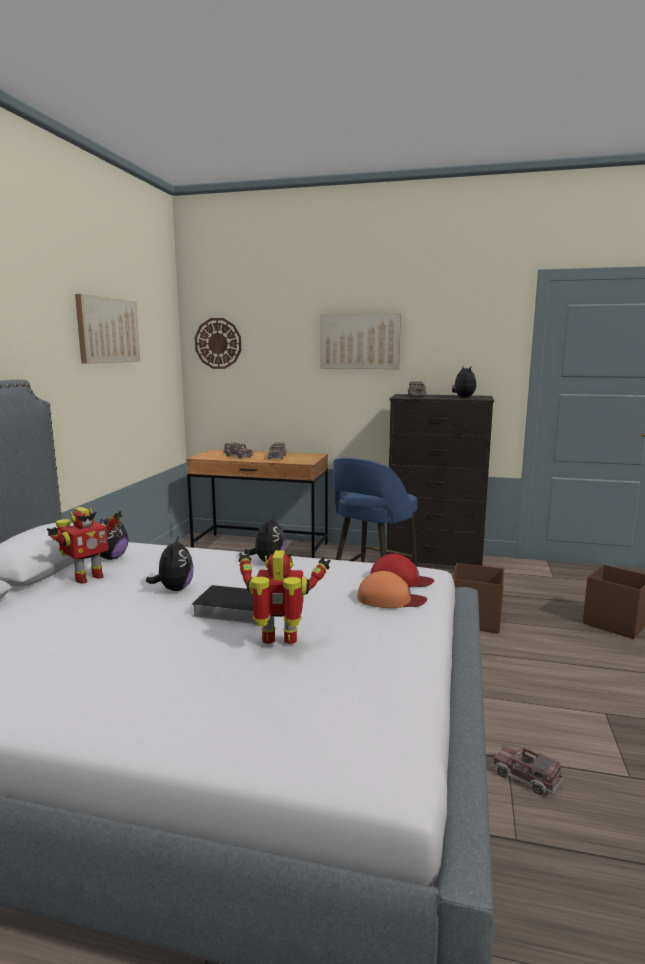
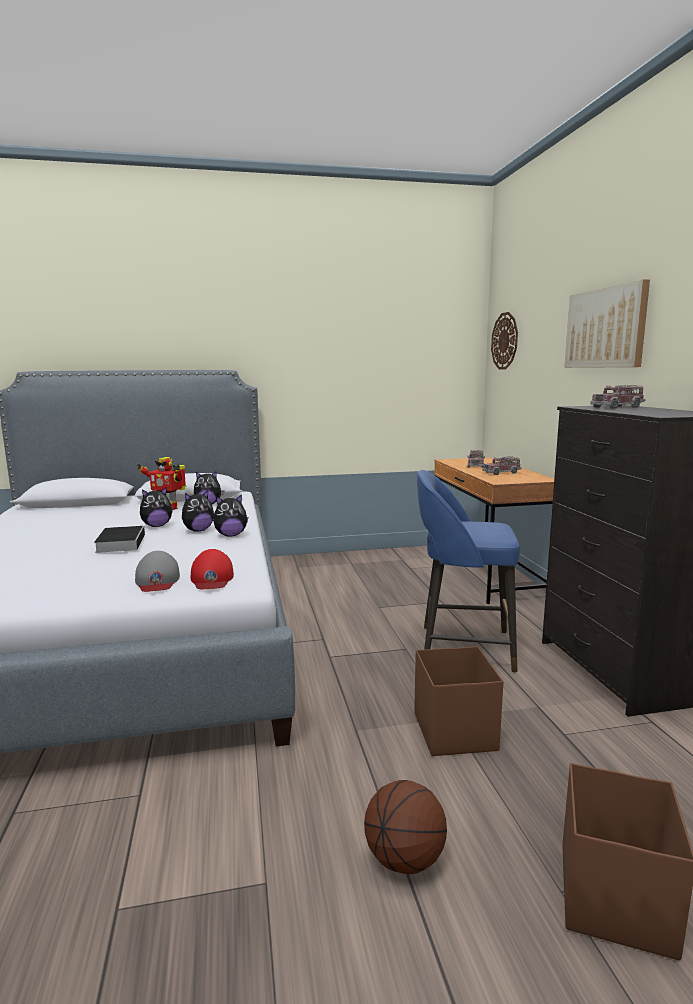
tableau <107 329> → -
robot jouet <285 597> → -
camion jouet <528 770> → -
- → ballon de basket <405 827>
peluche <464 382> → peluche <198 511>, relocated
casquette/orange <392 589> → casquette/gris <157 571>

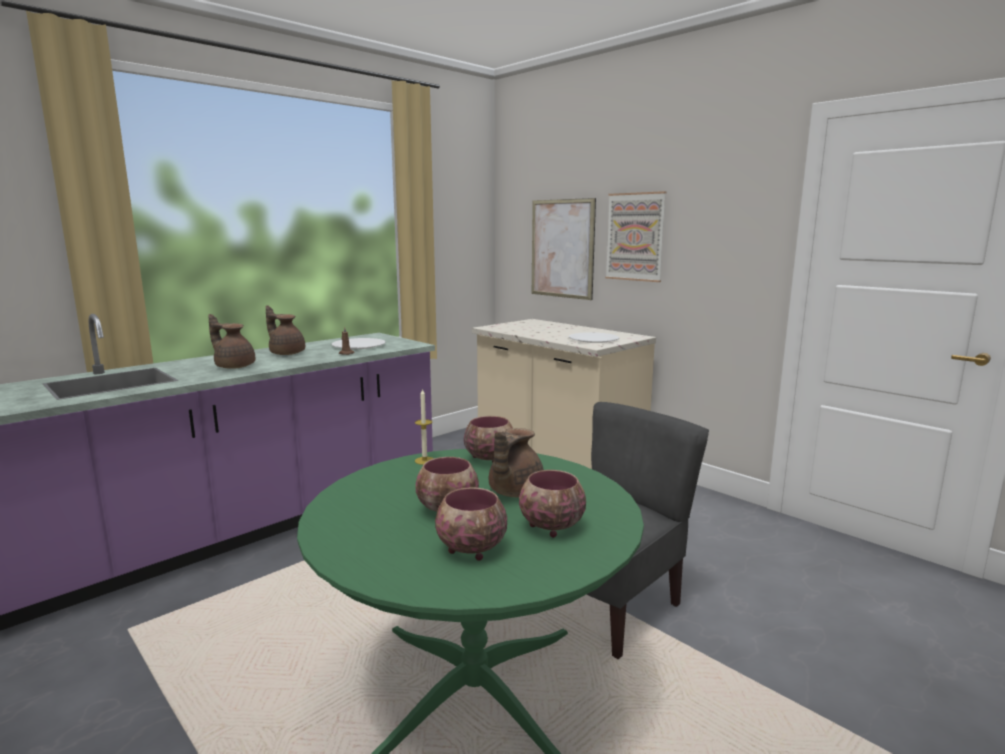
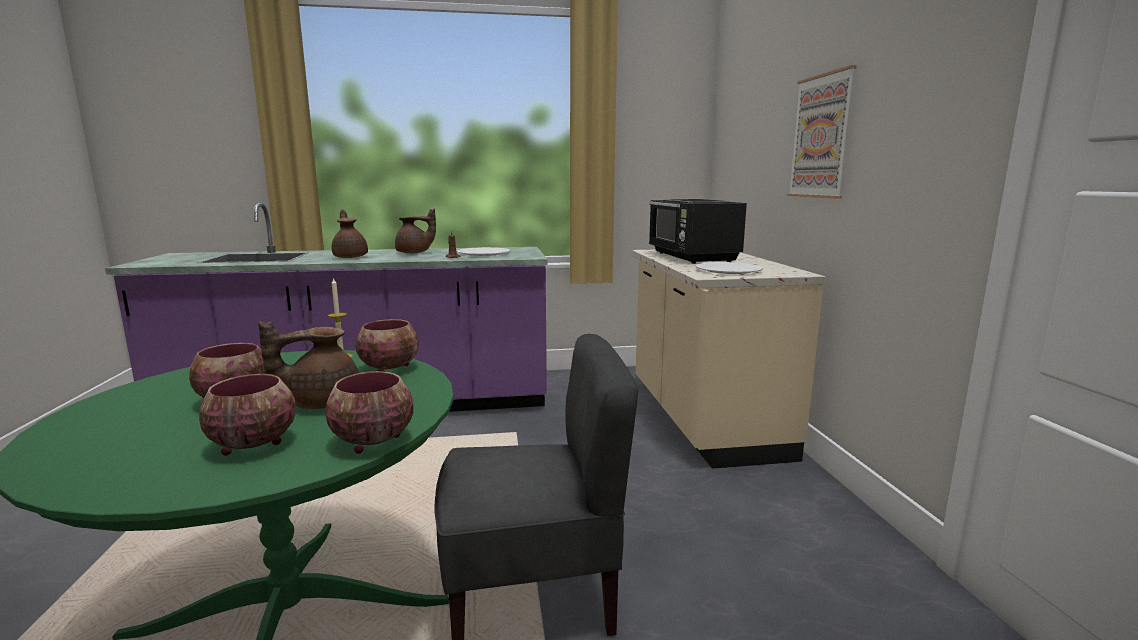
tableau <564 249> → -
- → micro-ondes/noir <698 231>
bol <471 524> → bol <369 412>, relocated
théière/marron <285 330> → théière/marron <415 231>, 105 degrees clockwise

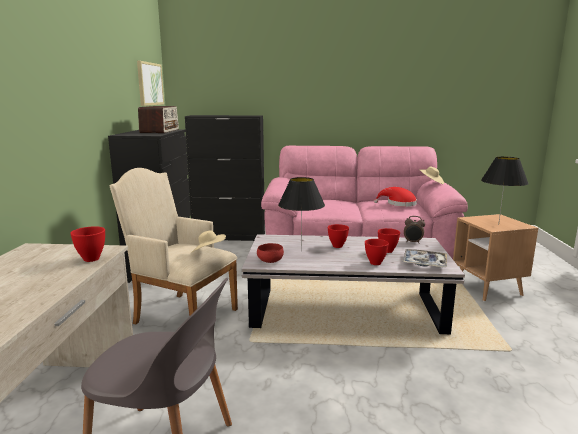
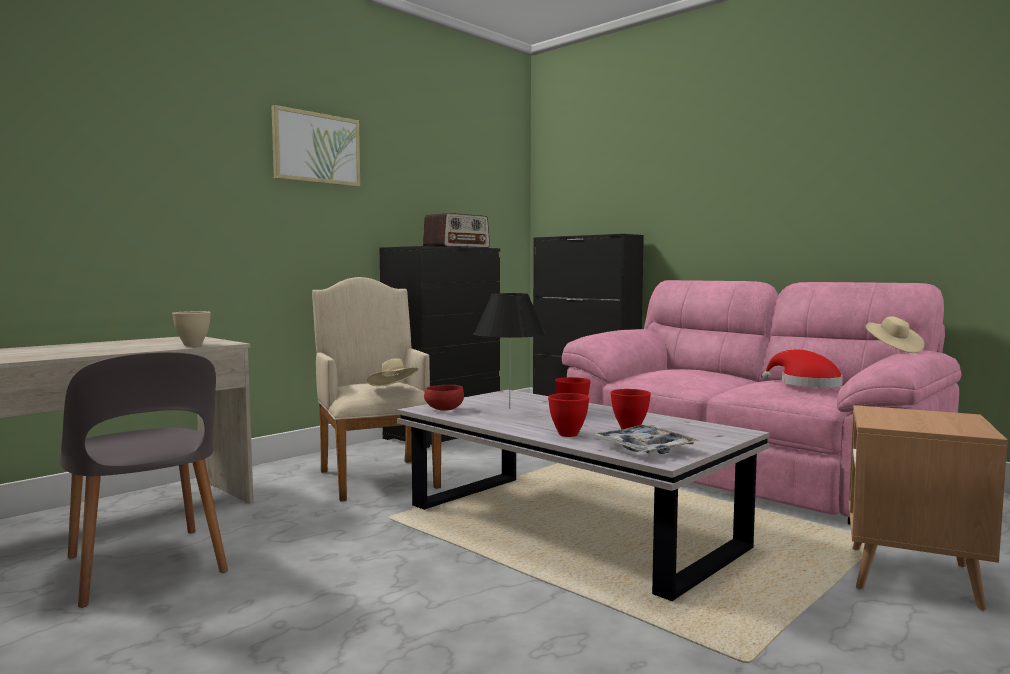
réveil <414 230> → -
lampe de table/noir <505 190> → -
tableau <150 83> → tableau <316 146>, relocated
bol/rouge <87 244> → bol/beige <191 328>

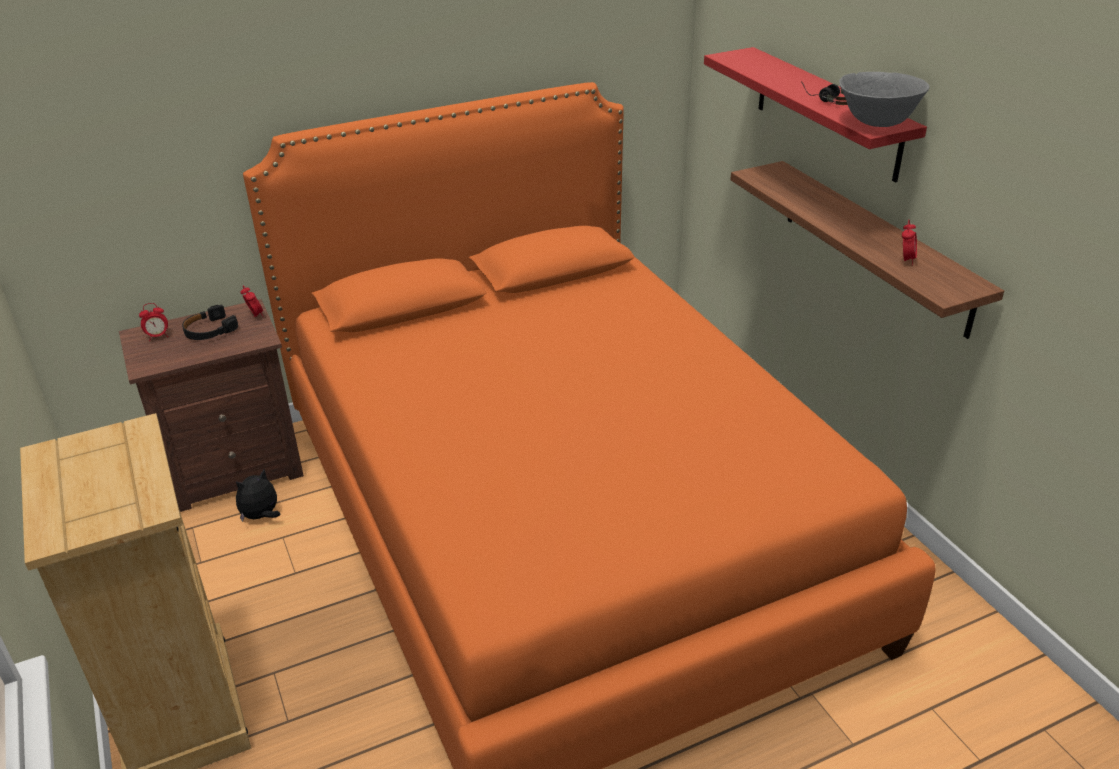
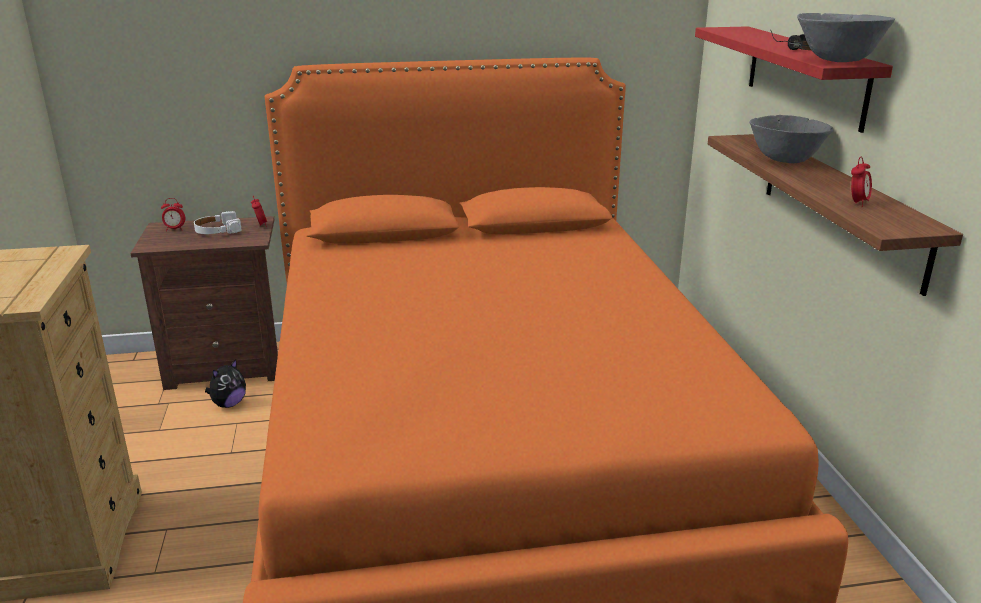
- → bol/gris <791 139>
casque audio/noir <210 322> → casque audio/blanc <217 222>
peluche <258 495> → peluche <225 383>, 150 degrees clockwise

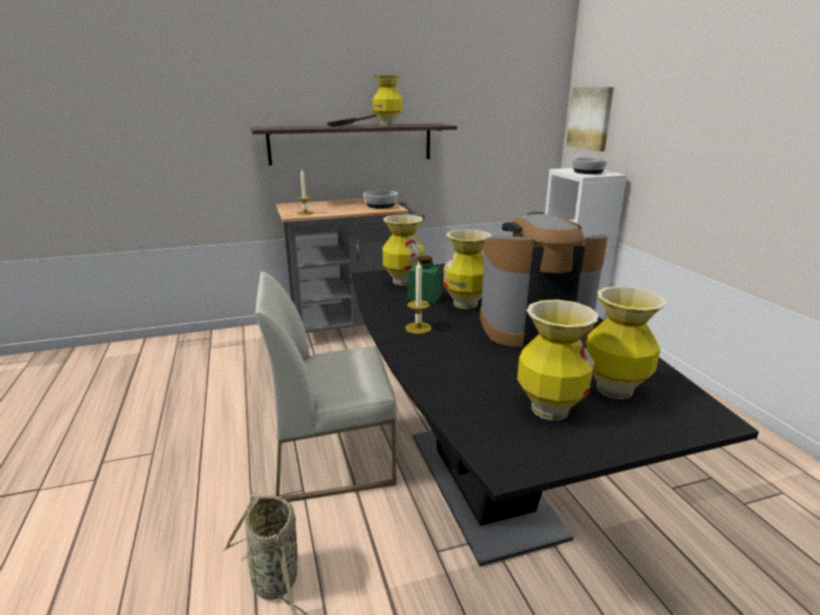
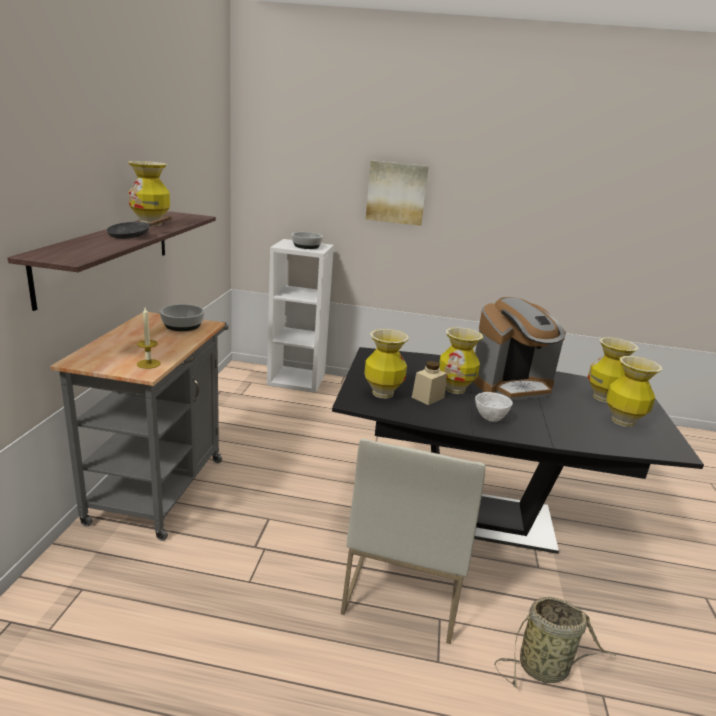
tableau <590 119> → tableau <397 193>, relocated
bougie <418 298> → bol/blanc <494 407>
bocal/vert <424 279> → bocal/beige <429 383>
machine à café <544 280> → machine à café <519 349>, 135 degrees counterclockwise

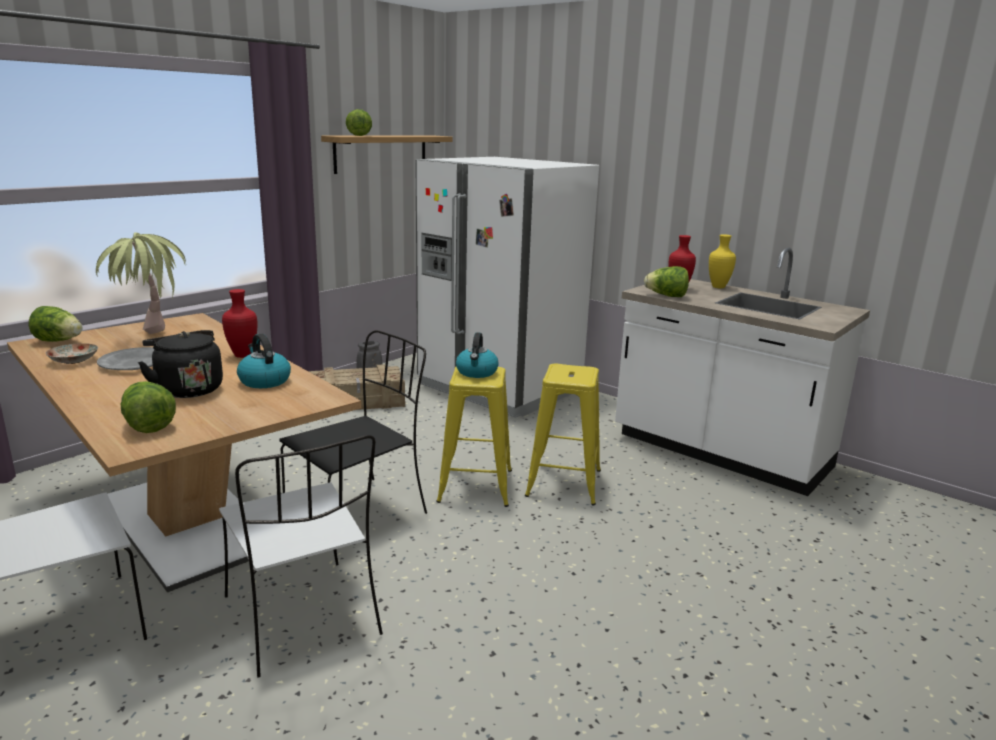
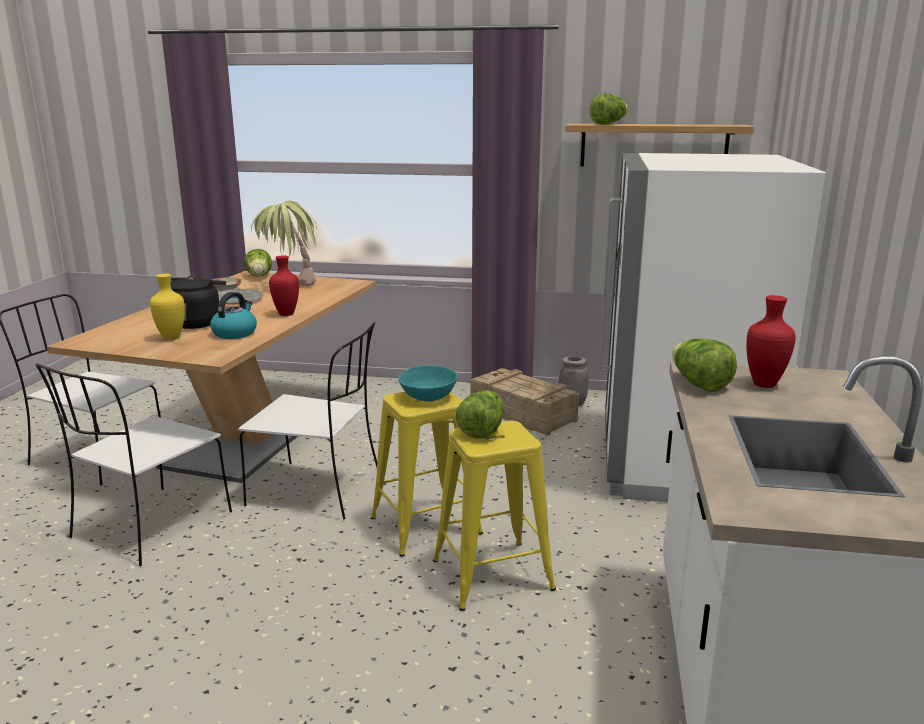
laitue <148 407> → laitue <480 414>, relocated
vase/jaune <722 261> → vase/jaune <167 307>, relocated
bouilloire <477 355> → bol/turquoise <427 383>
chaise/noir <353 441> → chaise/blanc <307 420>

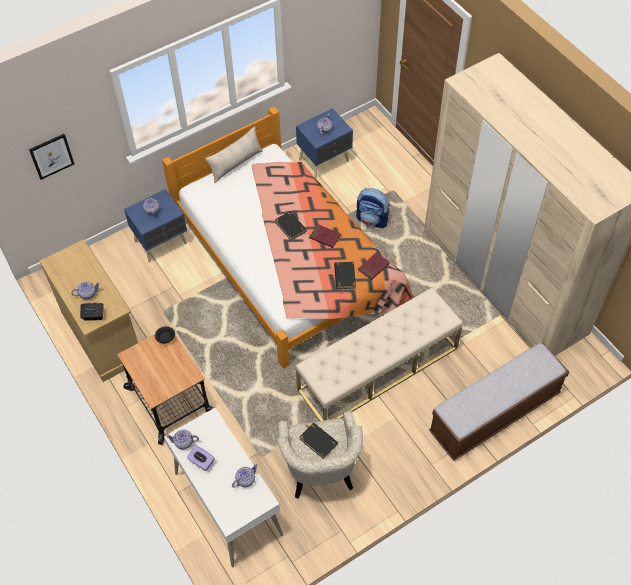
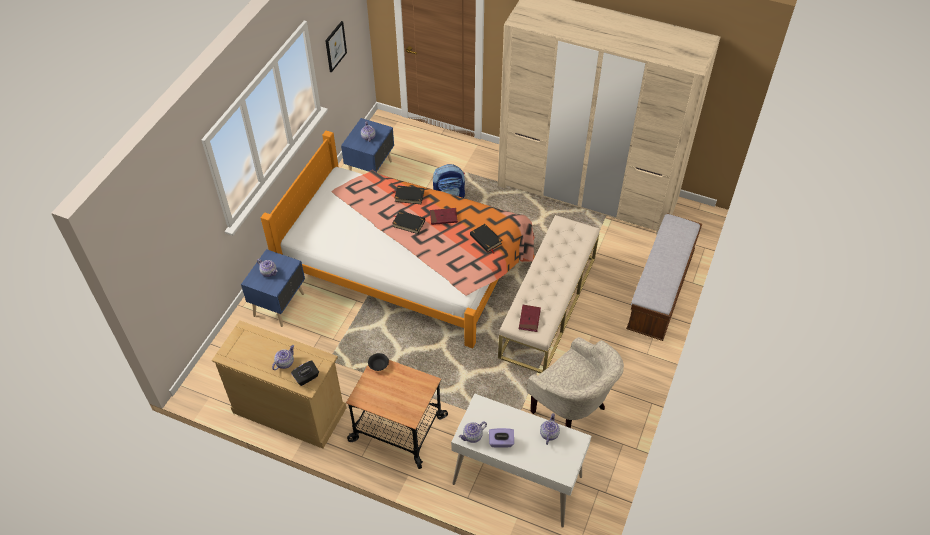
coussin/beige <234 155> → -
tableau <51 157> → tableau <336 46>, relocated
livre/noir <319 440> → livre/noir <408 195>, relocated
livre/rouge <374 266> → livre/rouge <530 318>, relocated

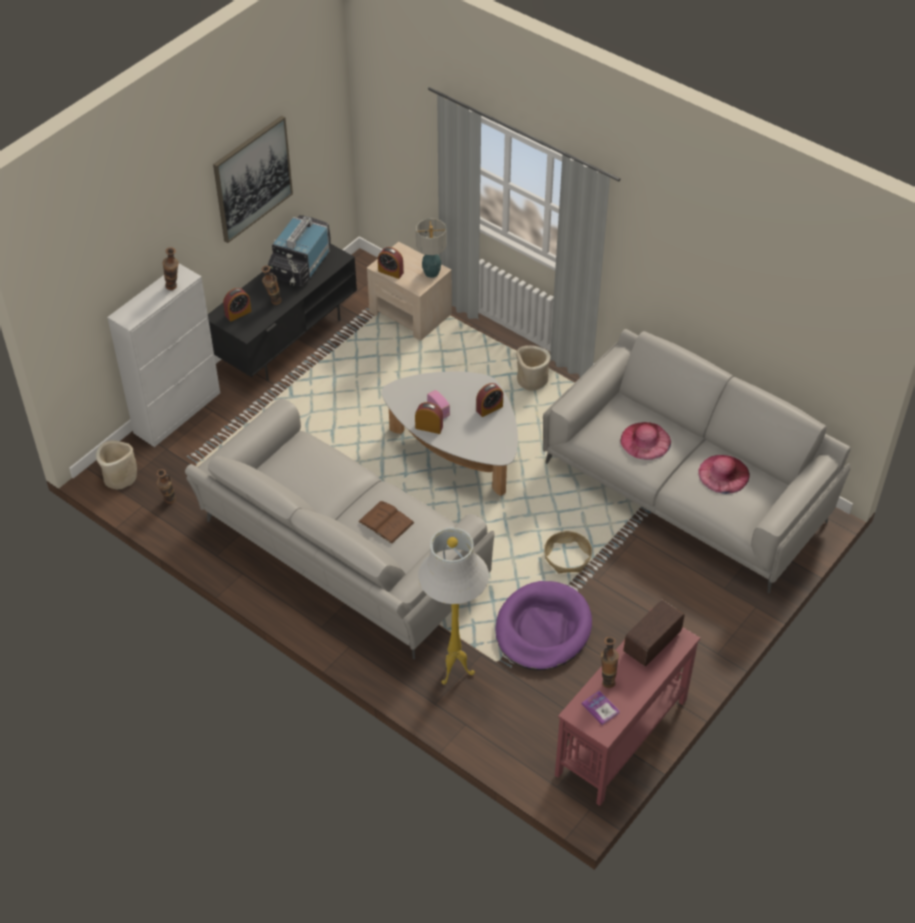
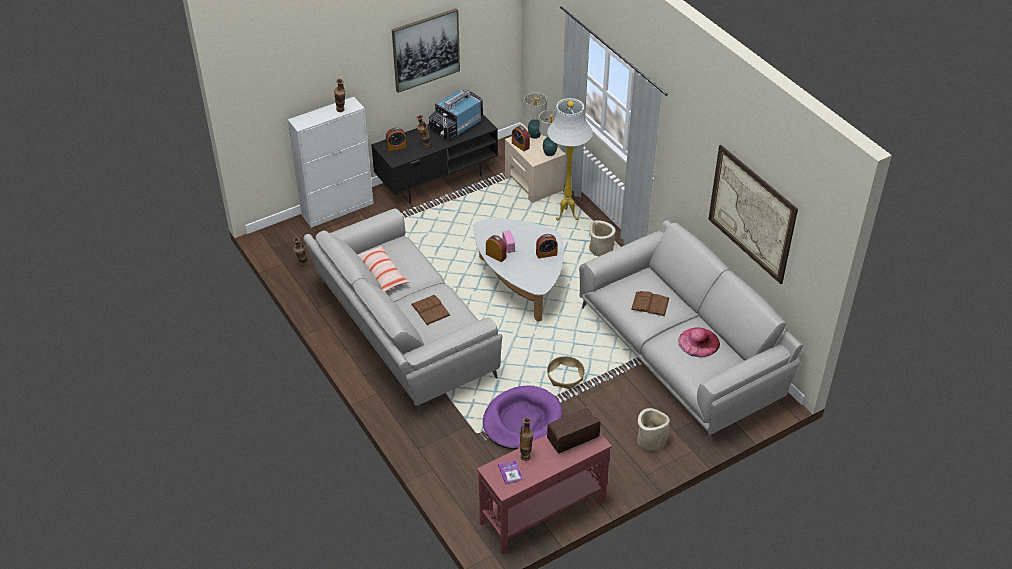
- → coussin <383 268>
- → lampe de table <535 116>
- → tableau <753 214>
cache-pot/beige <116 464> → cache-pot/beige <653 429>, relocated
lampadaire/blanc <453 606> → lampadaire/blanc <570 159>, relocated
chapeau/rose <645 441> → livre/marron <650 303>

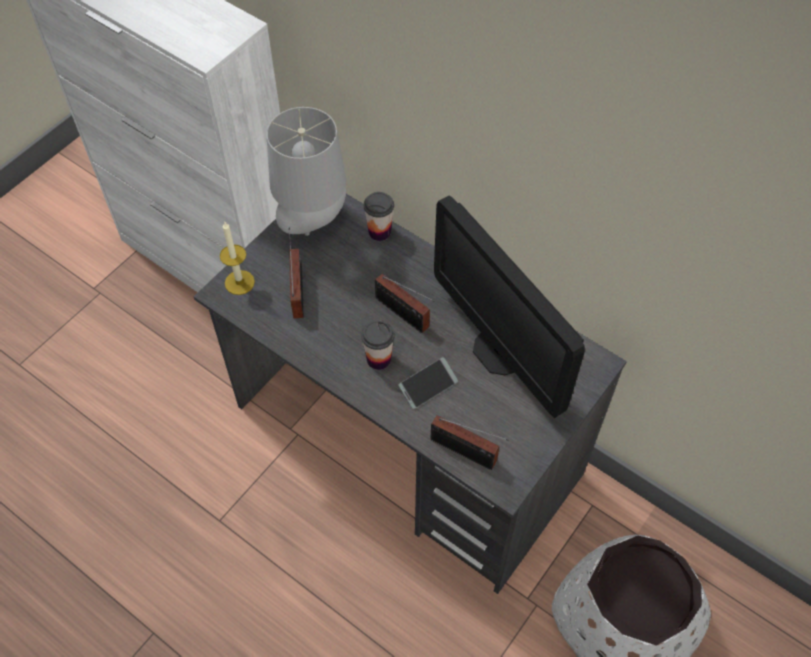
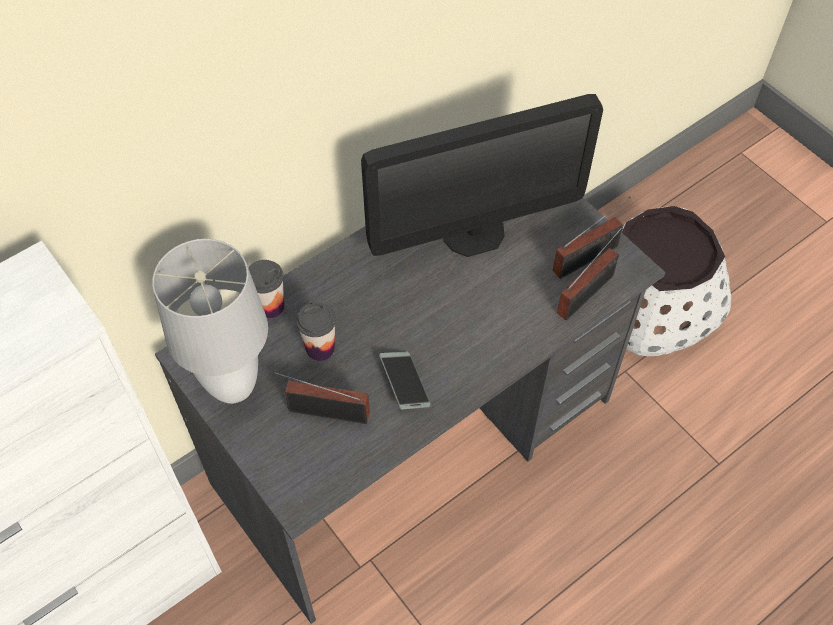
bougie <237 258> → -
tasse <378 345> → tasse <316 331>, relocated
radio <405 303> → radio <592 237>, relocated
téléphone <428 383> → téléphone <404 381>, relocated

